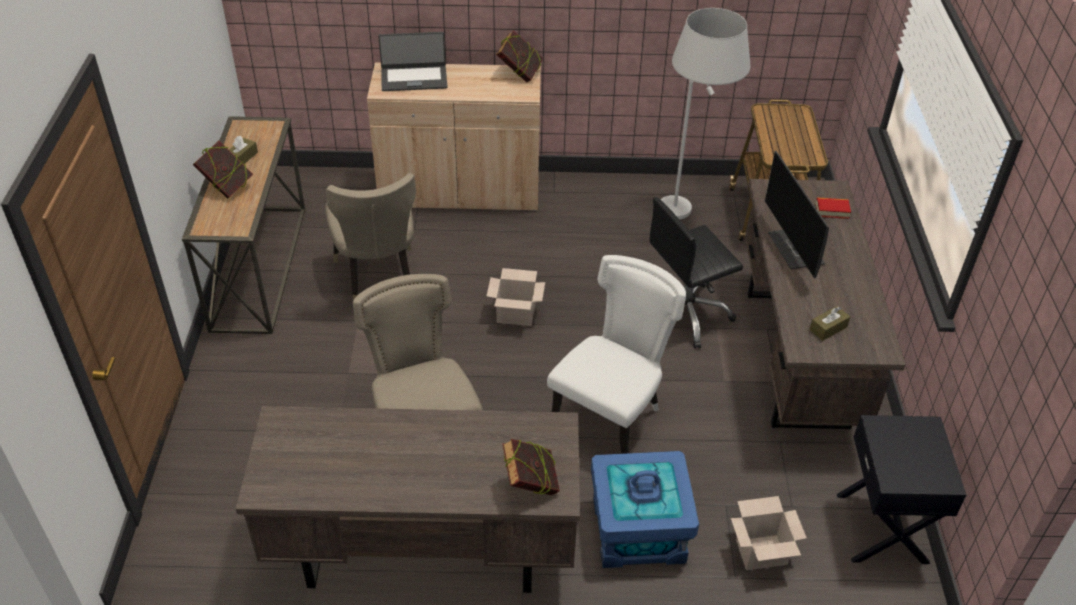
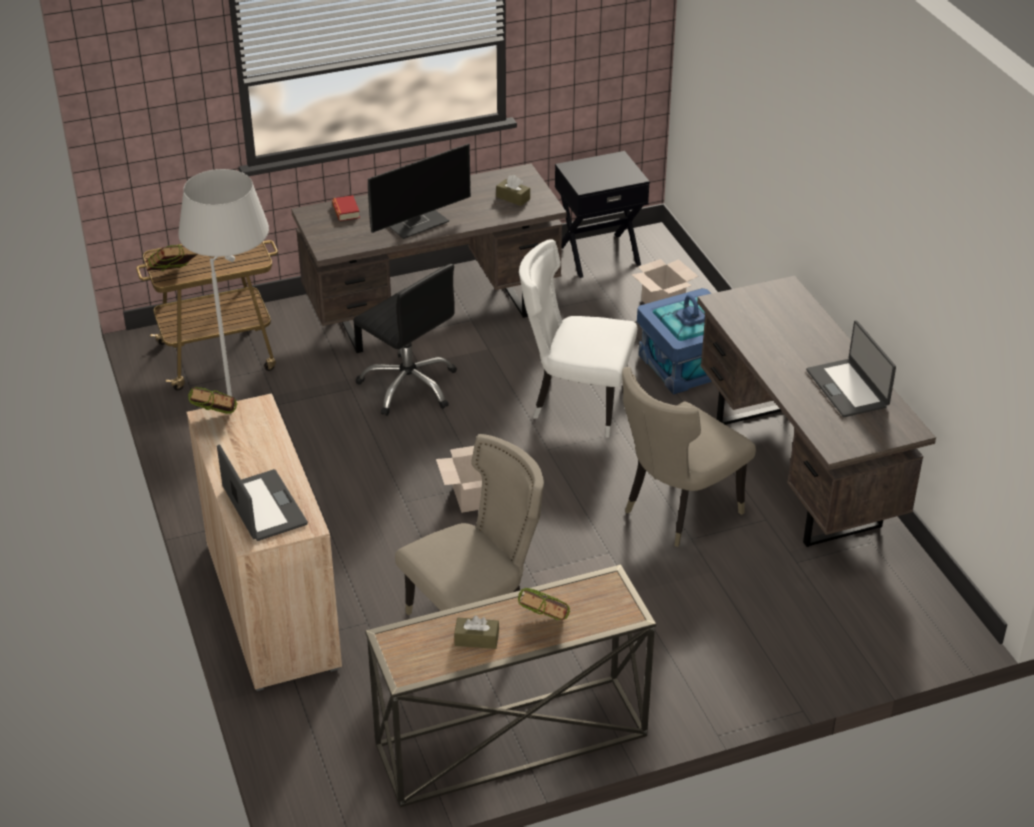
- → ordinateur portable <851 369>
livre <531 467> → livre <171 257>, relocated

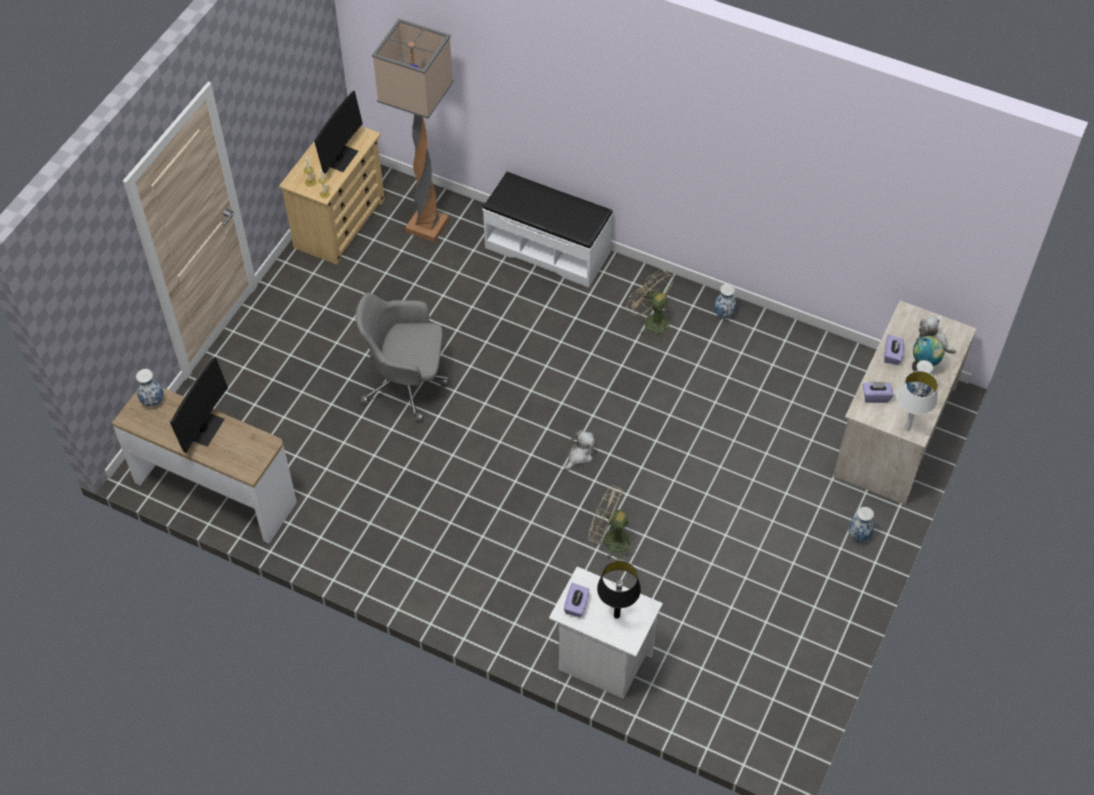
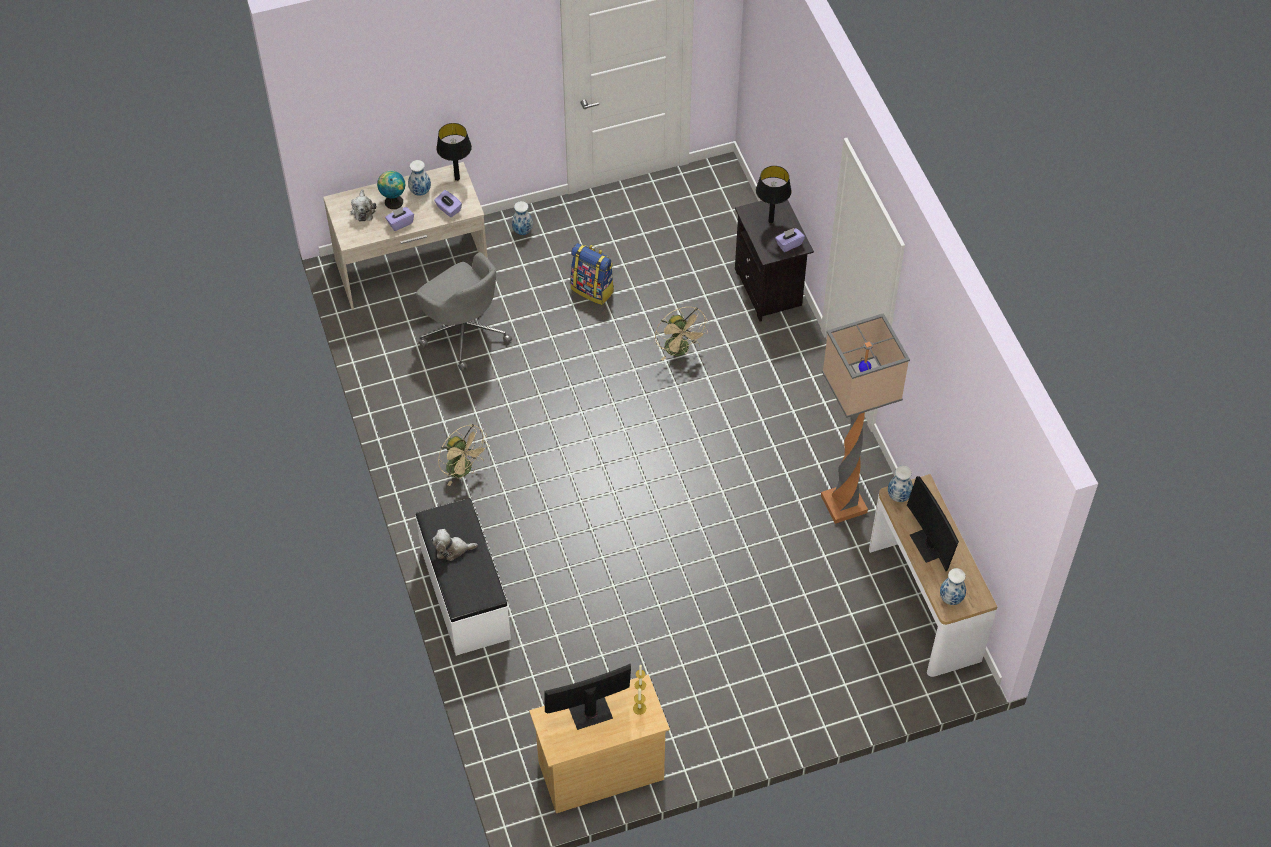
- → sac à dos <592 274>
chaise de bureau/gris <402 358> → chaise de bureau/gris <464 311>, relocated
lampadaire <413 130> → lampadaire <865 418>, relocated
peluche <579 450> → peluche <455 545>, relocated
vase <725 301> → vase <900 484>, relocated
table de chevet/blanc <606 633> → table de chevet/noir <774 260>
lampe de table/blanc <917 400> → lampe de table/noir <454 152>
écran d'ordinateur <199 405> → écran d'ordinateur <933 523>, 90 degrees counterclockwise
ventilateur/beige <650 304> → ventilateur/beige <463 455>, 45 degrees counterclockwise

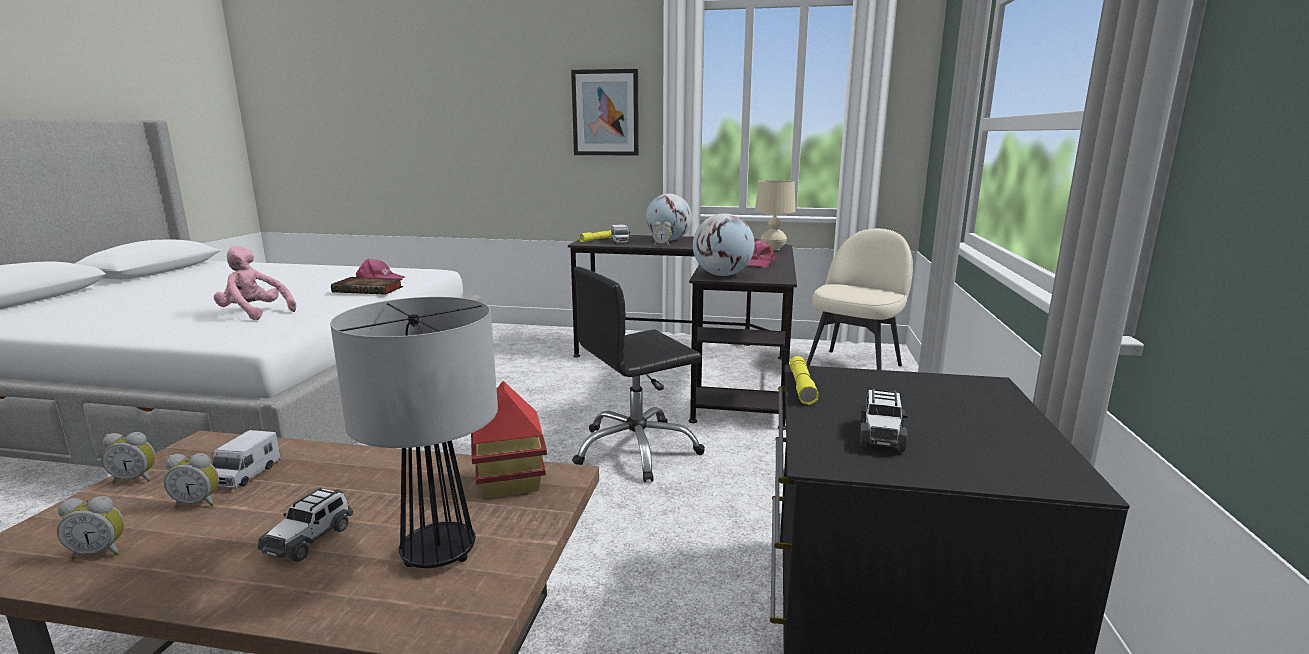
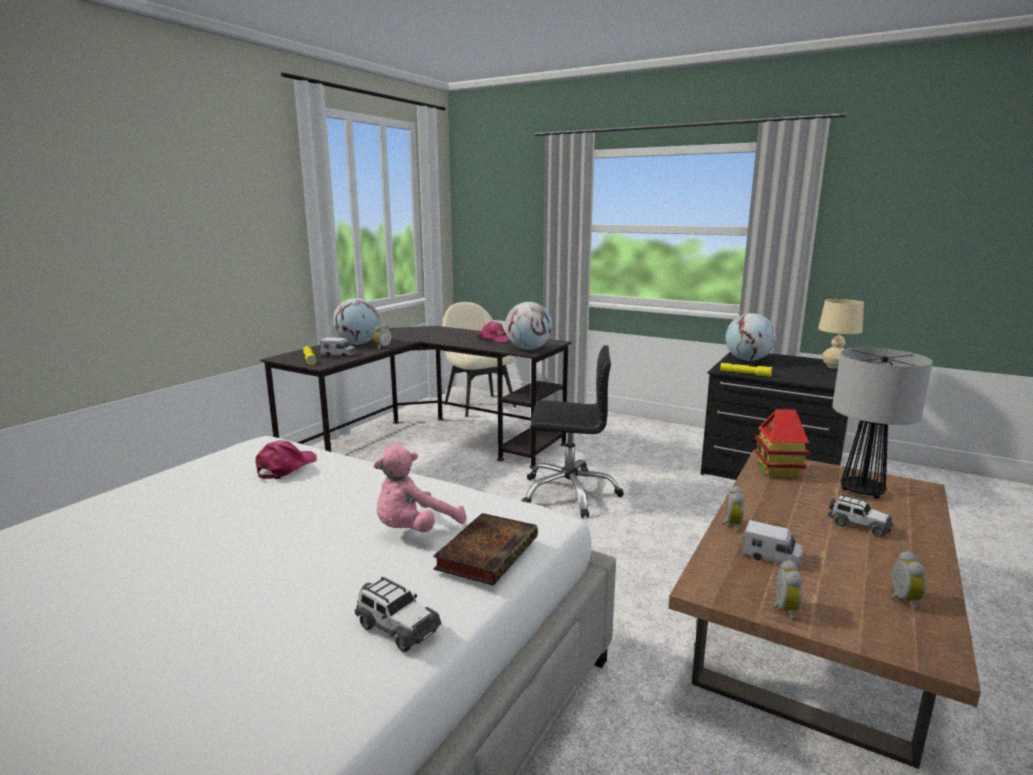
tableau <605 112> → -
- → globe <751 337>
réveil <191 480> → réveil <733 509>, relocated
livre <367 286> → livre <485 549>, relocated
lampe de table/beige <775 215> → lampe de table/beige <841 334>, relocated
petite voiture <884 420> → petite voiture <398 614>, relocated
chaise de bureau/noir <638 375> → chaise de bureau/noir <573 431>, 75 degrees counterclockwise

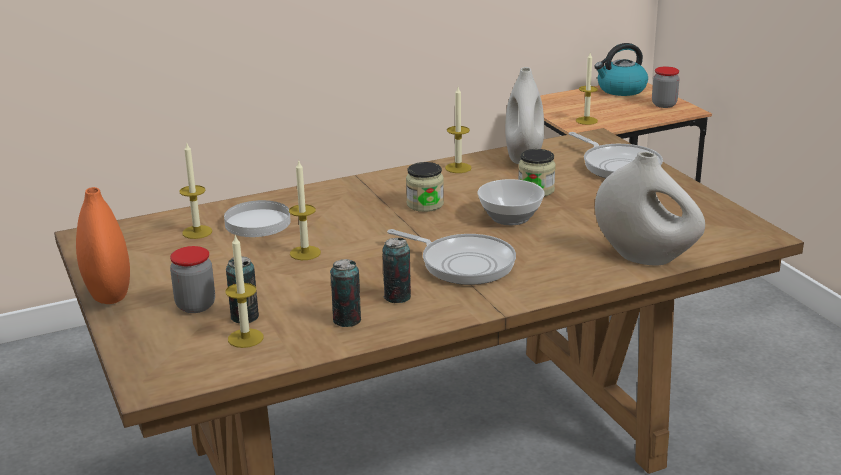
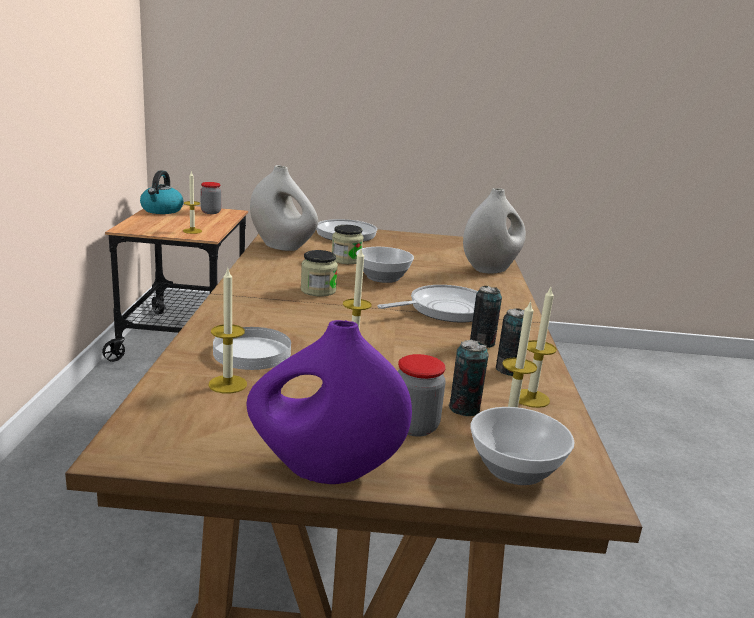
- → bol <522 446>
bougie <458 130> → bougie <538 347>, relocated
vase/orange <103 245> → vase/violet <329 402>

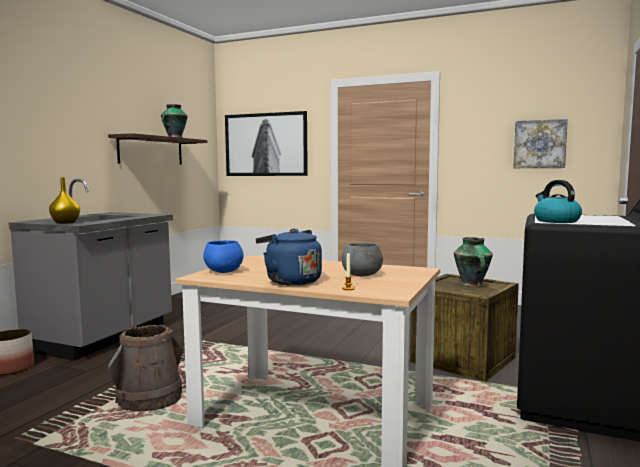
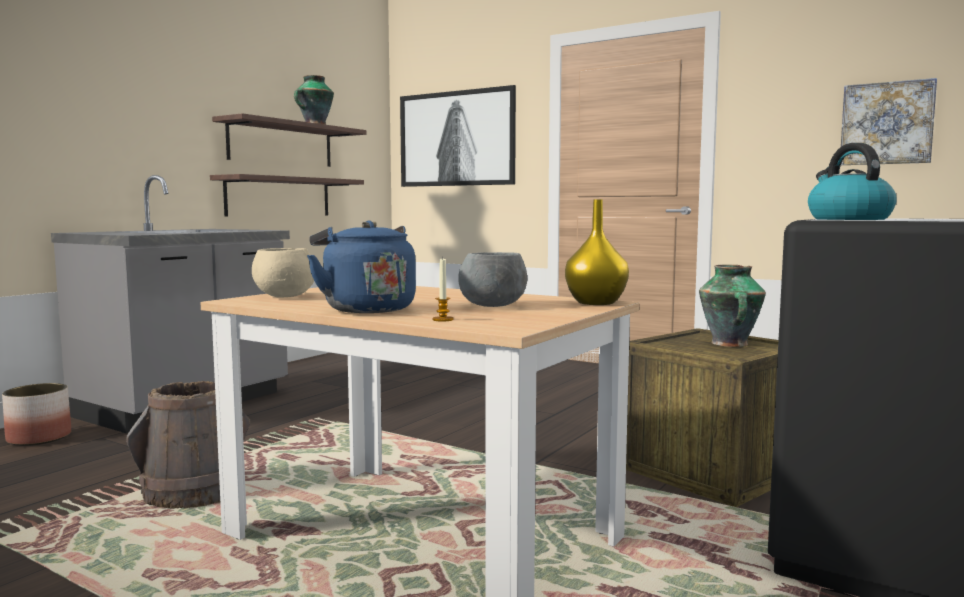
- → étagère <287 195>
vase/jaune <64 200> → vase/jaune <597 252>, relocated
bol/bleu <223 256> → bol/beige <283 272>

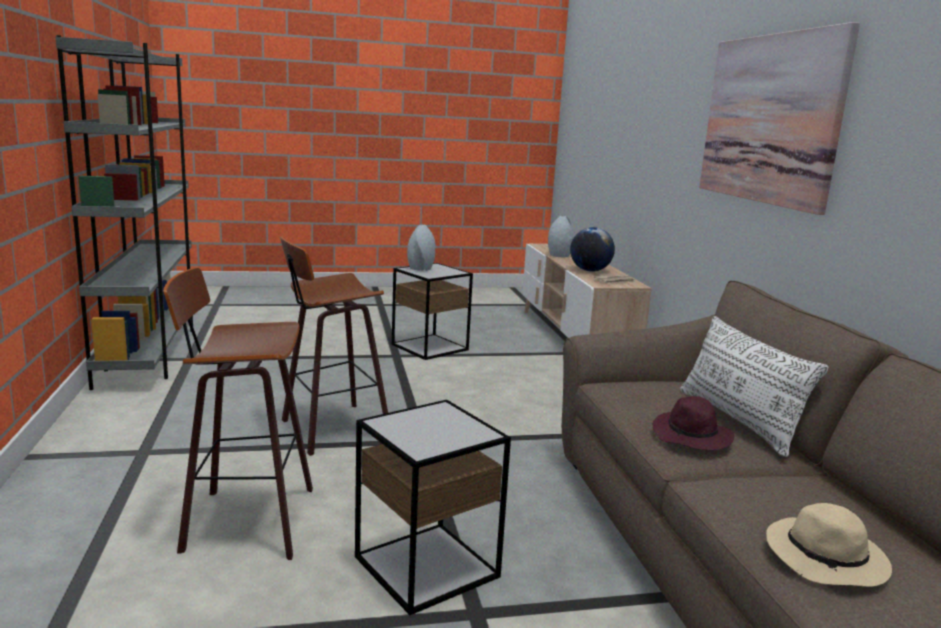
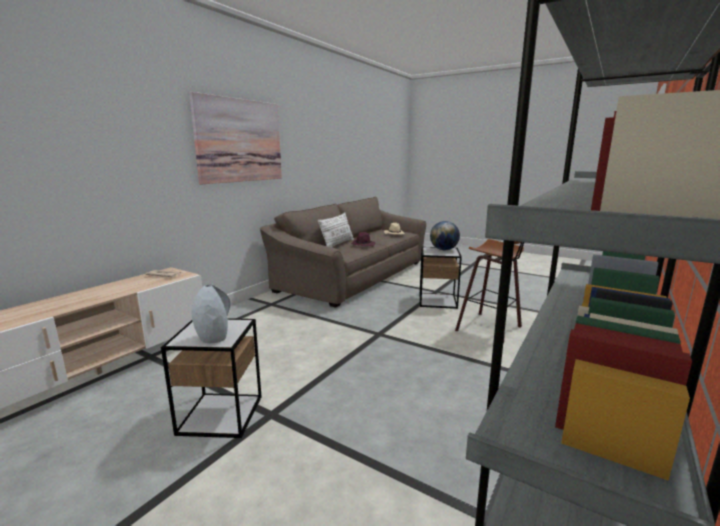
tabouret <334 346> → -
vase/gris <560 236> → -
globe <592 249> → globe <445 235>, relocated

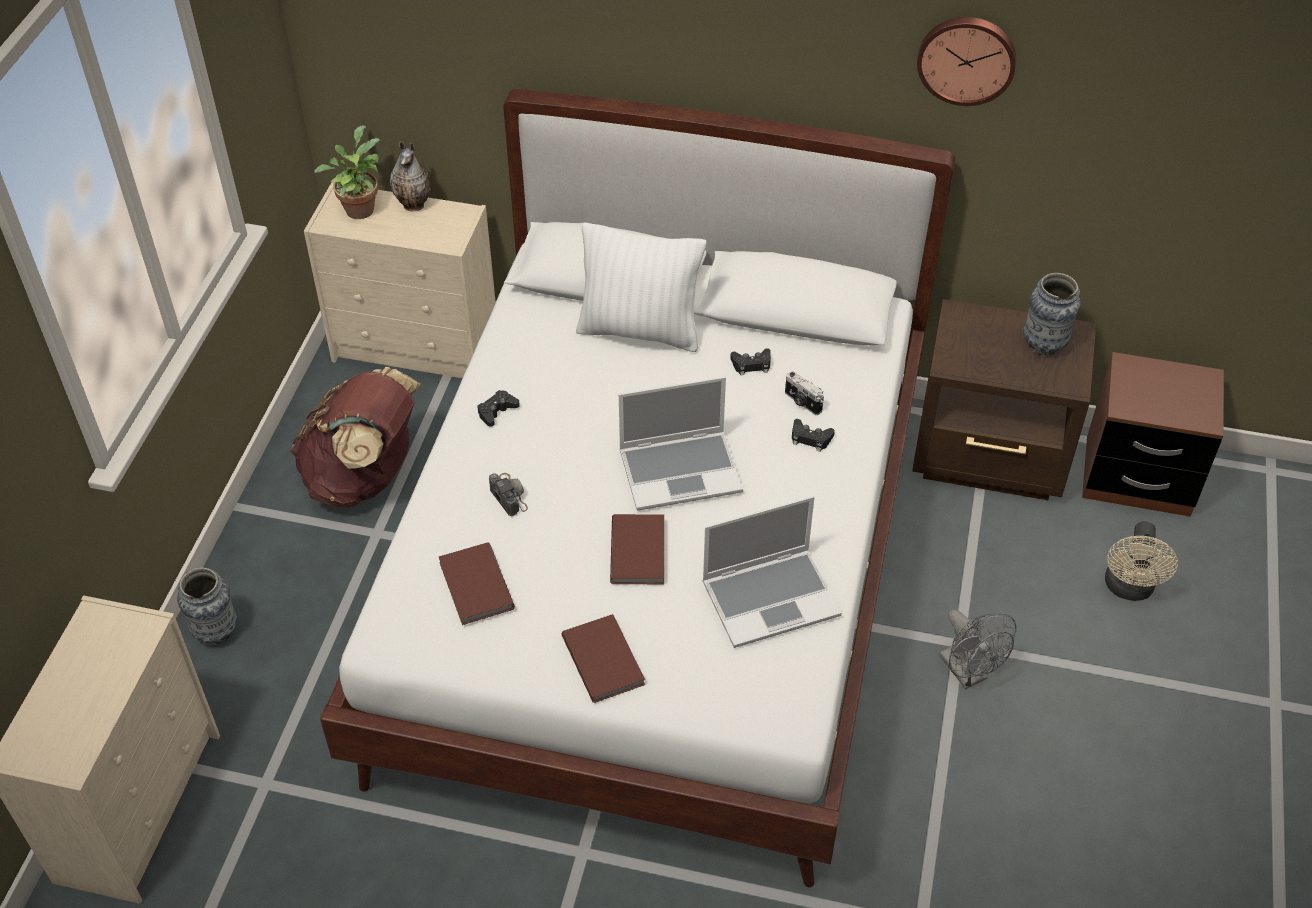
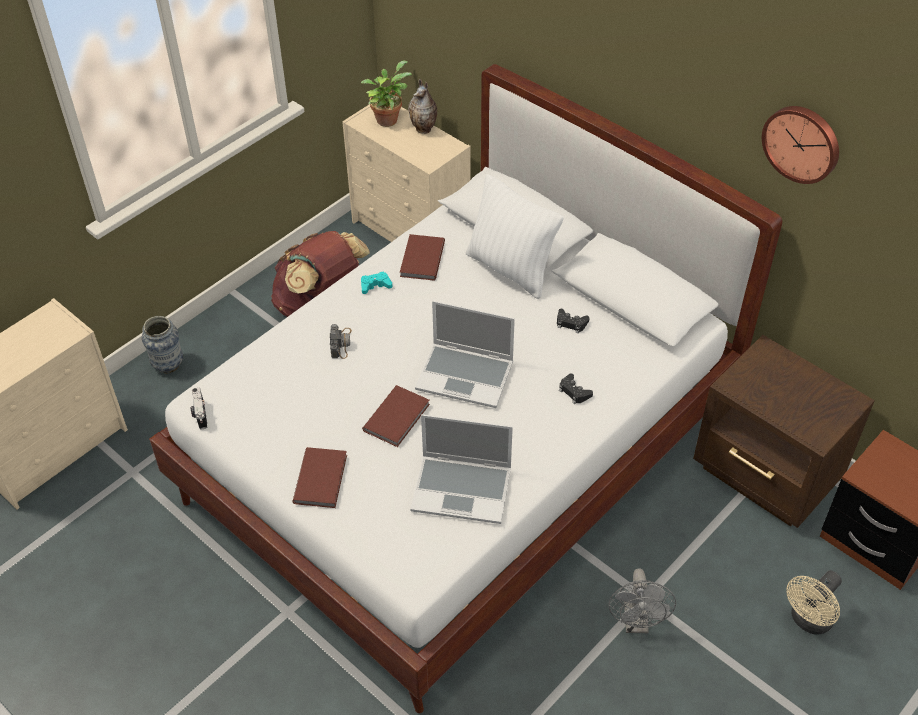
vase <1052 314> → -
livre/marron <477 583> → livre/marron <422 257>, relocated
appareil photo <804 393> → appareil photo <198 409>, relocated
manette/noir <498 408> → manette/turquoise <376 282>

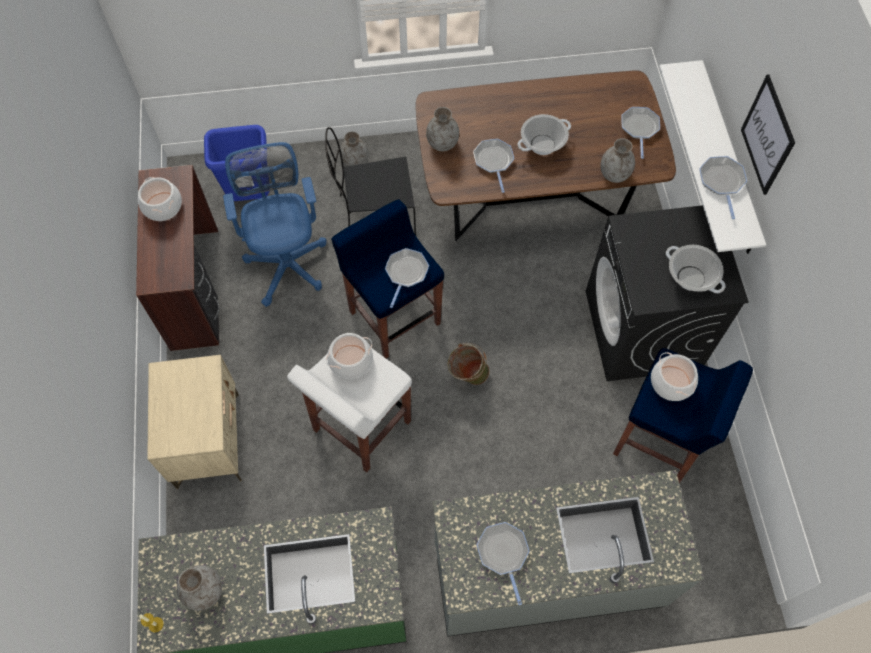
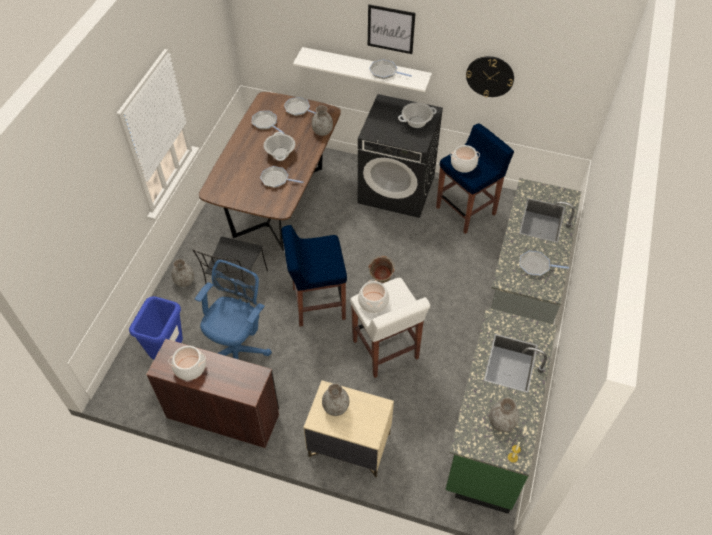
- → horloge murale <490 76>
poêle <407 278> → poêle <268 122>, relocated
vase/gris <442 129> → vase/gris <335 399>, relocated
chaise de bureau/bleu <274 224> → chaise de bureau/bleu <233 309>, 105 degrees clockwise

